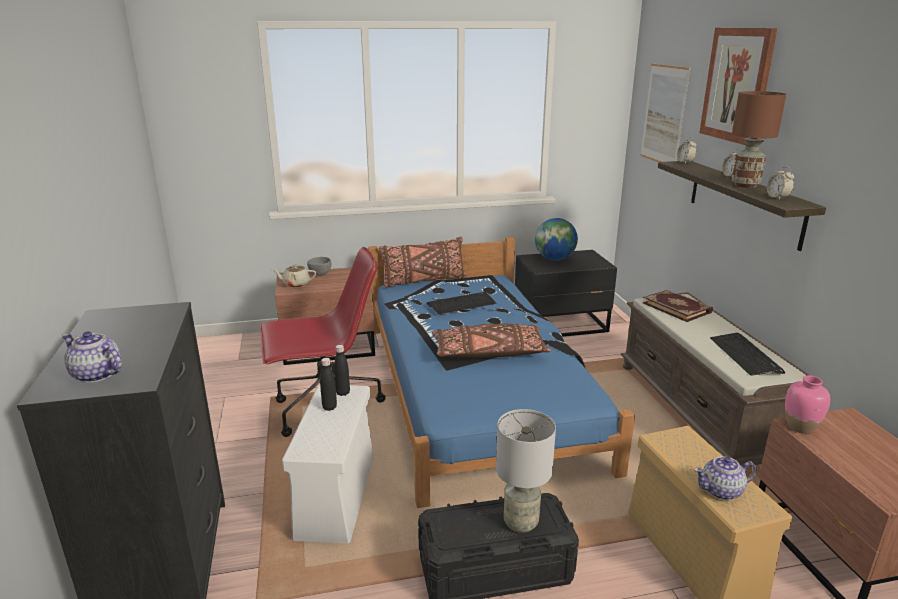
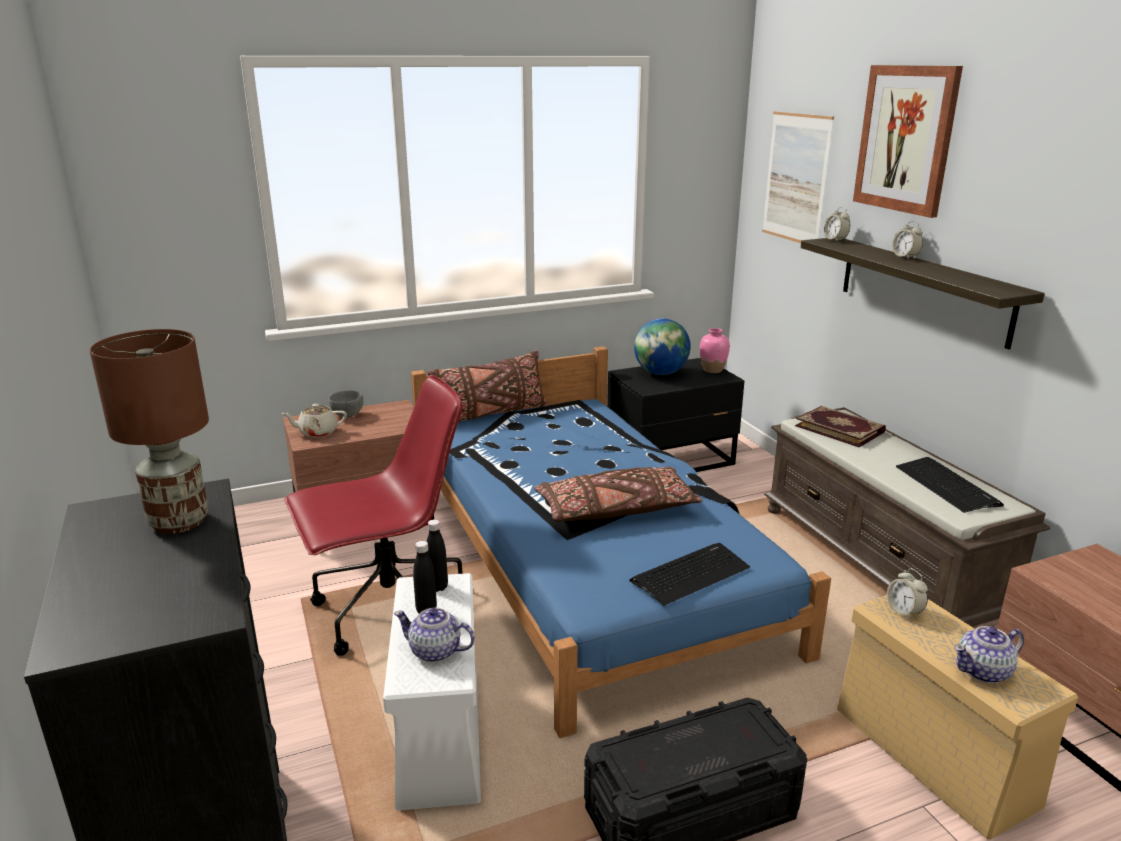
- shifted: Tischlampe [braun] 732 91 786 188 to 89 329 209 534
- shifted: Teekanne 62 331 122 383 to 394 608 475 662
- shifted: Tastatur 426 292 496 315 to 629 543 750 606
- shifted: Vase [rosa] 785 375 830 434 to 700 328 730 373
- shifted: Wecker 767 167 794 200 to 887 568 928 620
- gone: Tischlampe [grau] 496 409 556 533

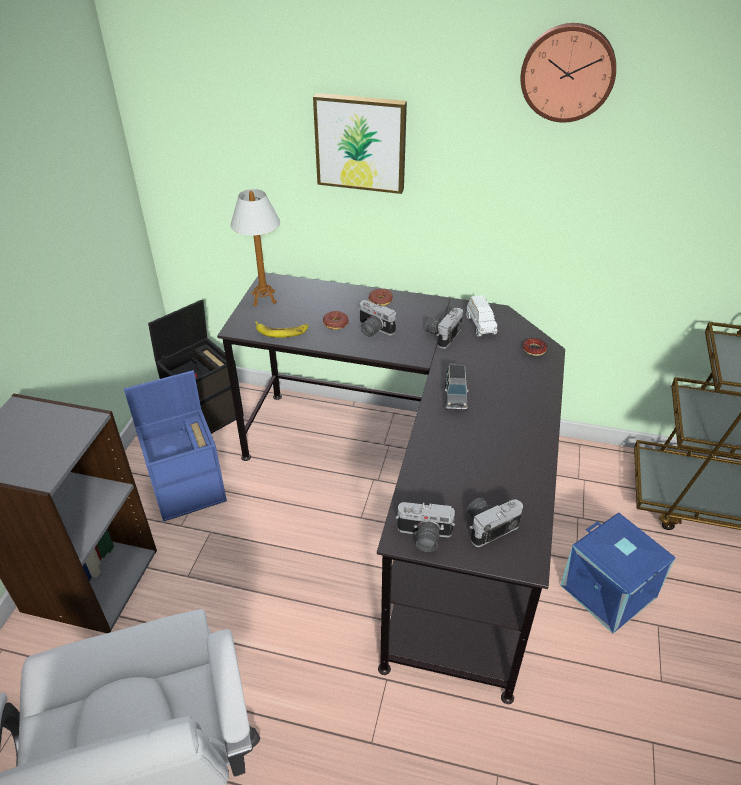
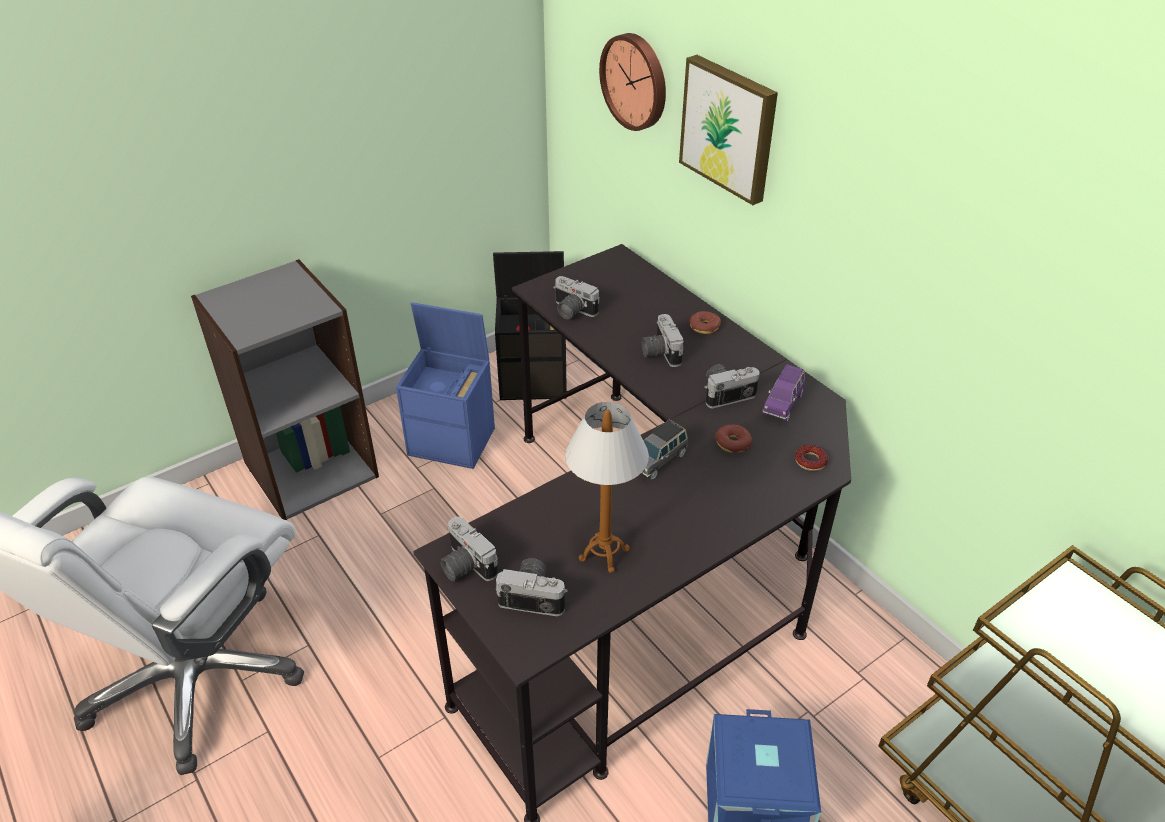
- swapped: Banane 255 321 309 338 to Kamera 553 276 600 319
- shifted: Tischlampe 231 189 280 306 to 565 402 649 573
- shifted: Wanduhr 520 23 616 122 to 599 33 666 131
- shifted: Donut 323 311 349 330 to 715 425 752 453
- repainted: Spielzeugauto [weiß] 466 295 497 336 to Spielzeugauto [lila] 762 364 805 422

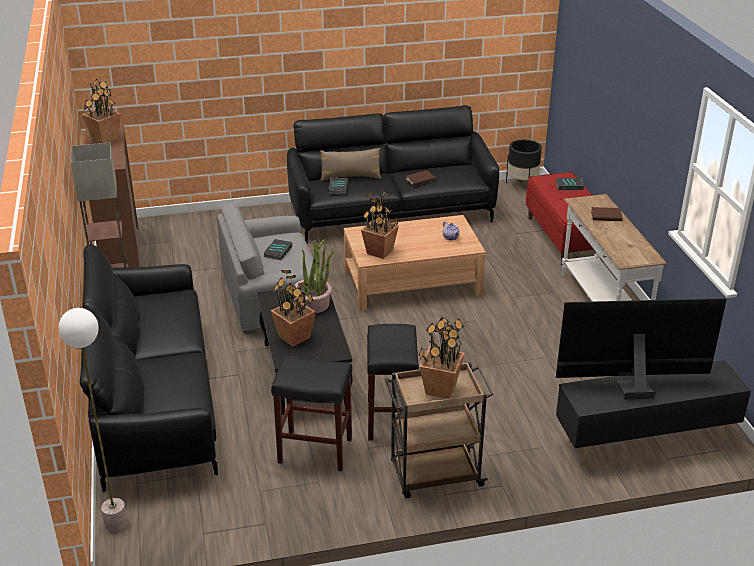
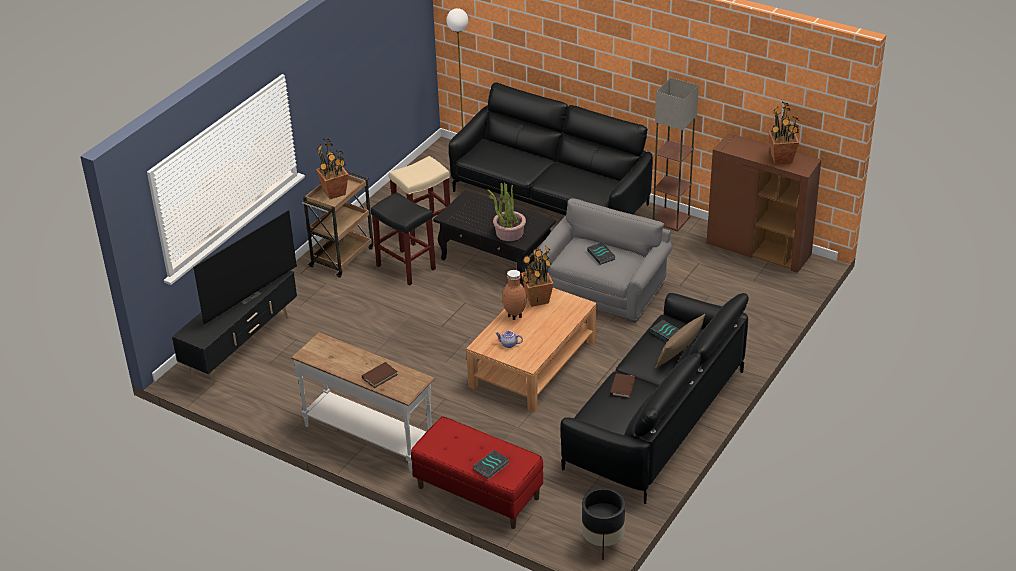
- repainted: Hocker [schwarz] 271 356 352 471 to Hocker [beige] 389 156 450 246
- new: Vase [braun] 502 270 527 320
- gone: Topfpflanze 271 270 316 347

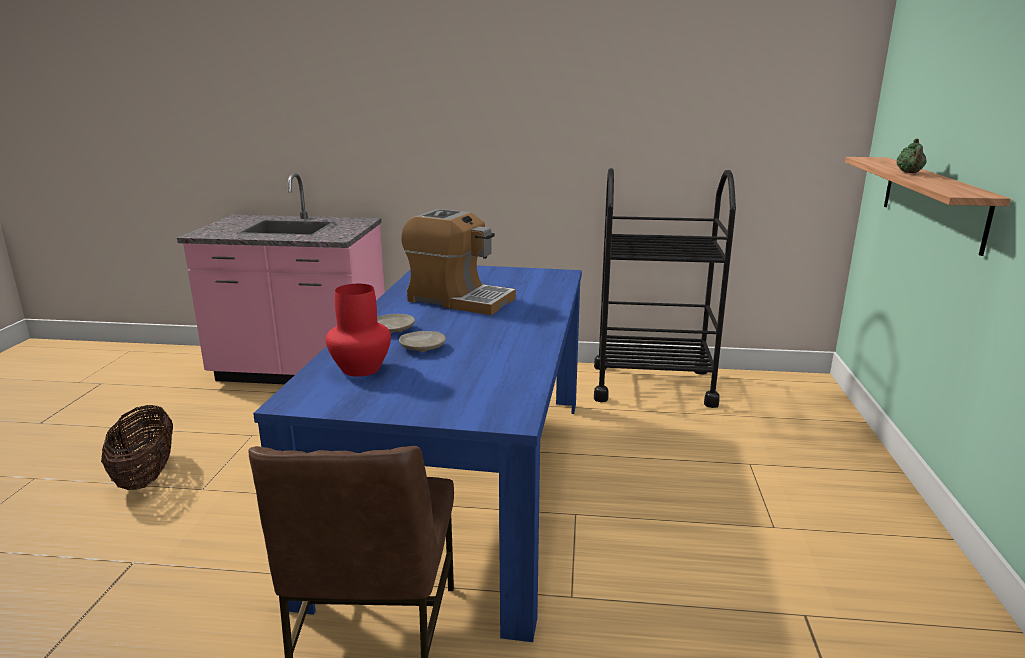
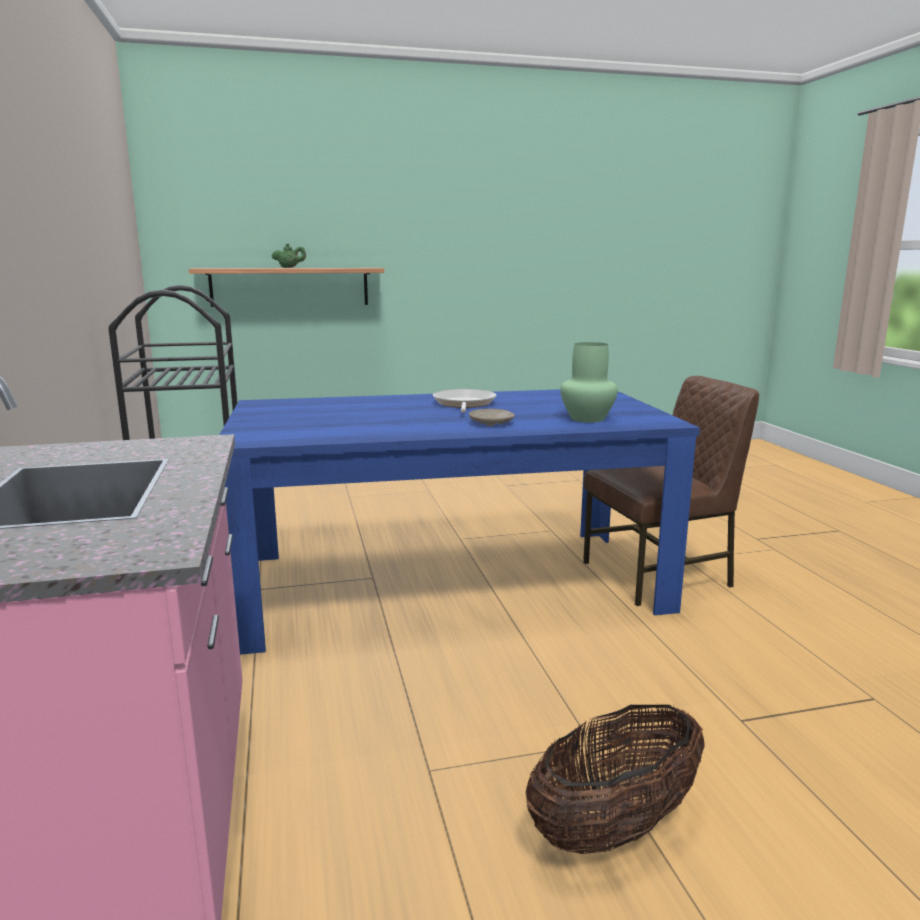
- new: Pfanne 433 389 496 412
- repainted: Vase [rot] 326 284 391 377 to Vase [grün] 560 342 618 423
- gone: Teller [beige] 399 331 446 352
- gone: Kaffeemaschine 401 209 516 315

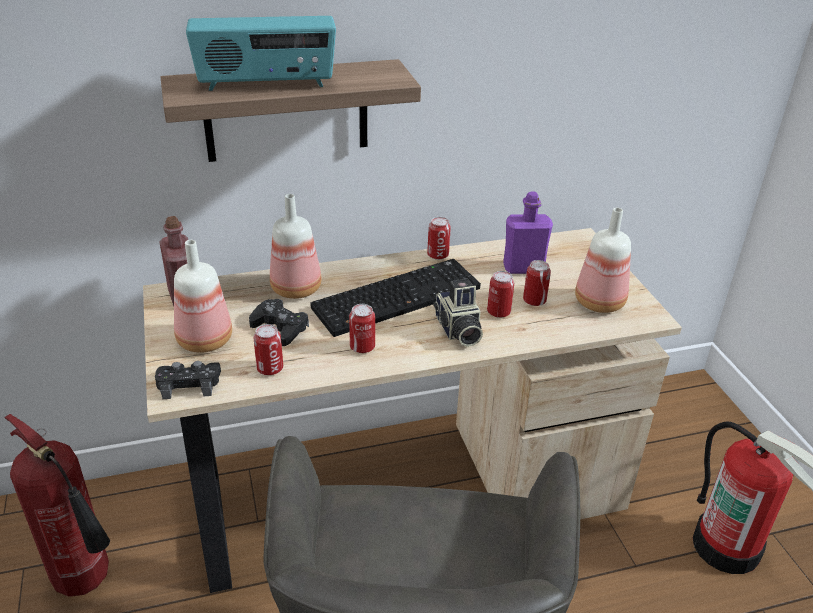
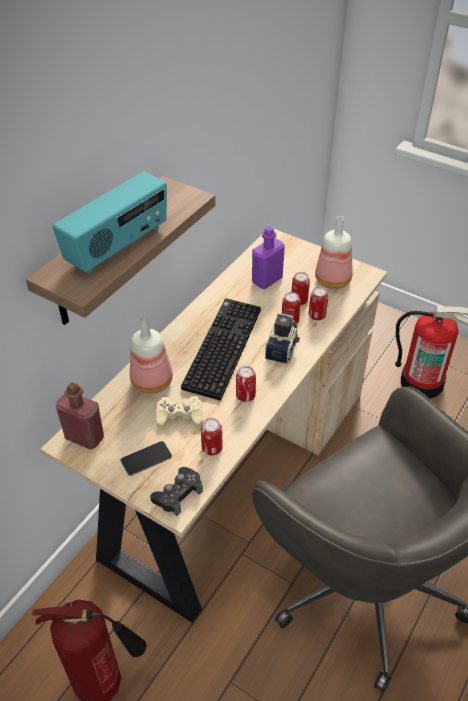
- swapped: Flasche 174 240 232 353 to Handy 121 441 172 476
- repainted: Gamepad [schwarz] 249 299 309 346 to Gamepad [beige] 156 396 203 429
- rotated: Kamera 433 279 483 347 = 265 313 300 364 105 degrees counterclockwise
- shifted: Dose 427 217 451 260 to 309 287 328 320

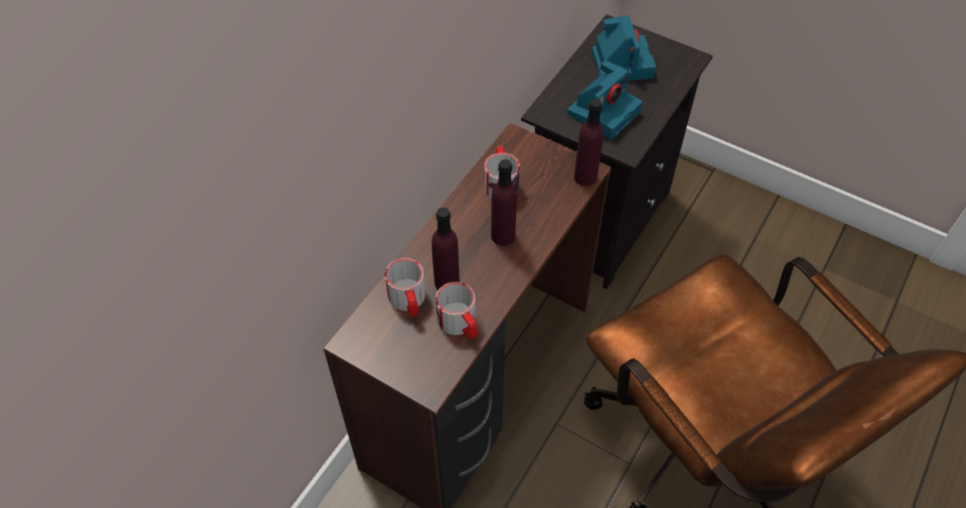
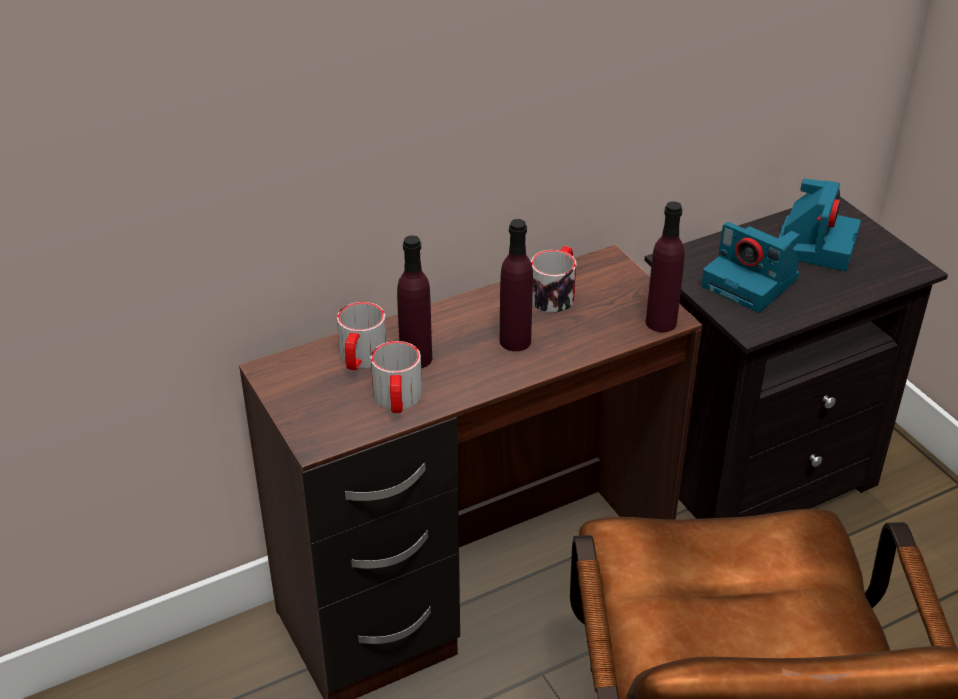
- rotated: Kamera 567 60 642 140 = 701 222 800 313 60 degrees clockwise

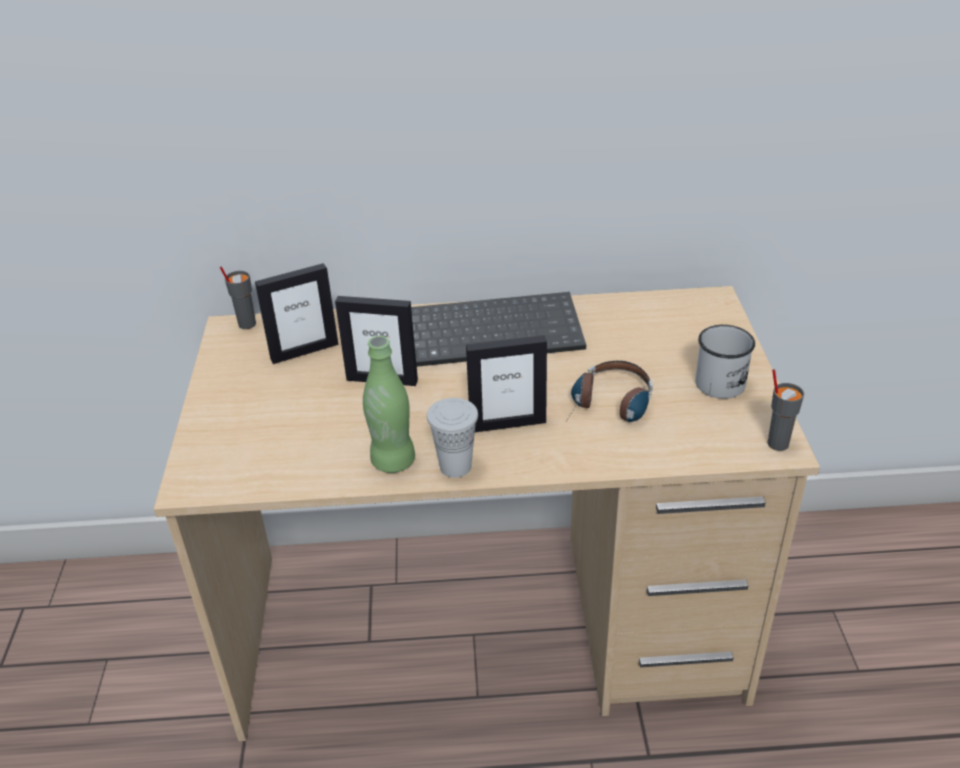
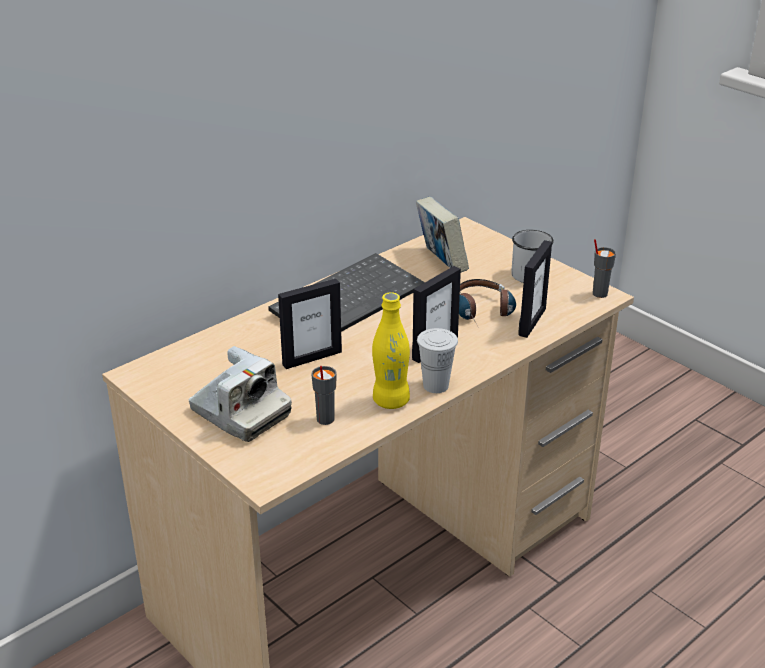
- new: Kamera 188 346 292 442
- shifted: Tasse [grau] 220 267 256 329 to 311 366 337 425
- repainted: Flasche [grün] 363 336 415 473 to Flasche [gelb] 372 292 410 409
- new: Buch 416 197 469 272
- shifted: Bilderrahmen 255 263 338 364 to 518 240 552 338

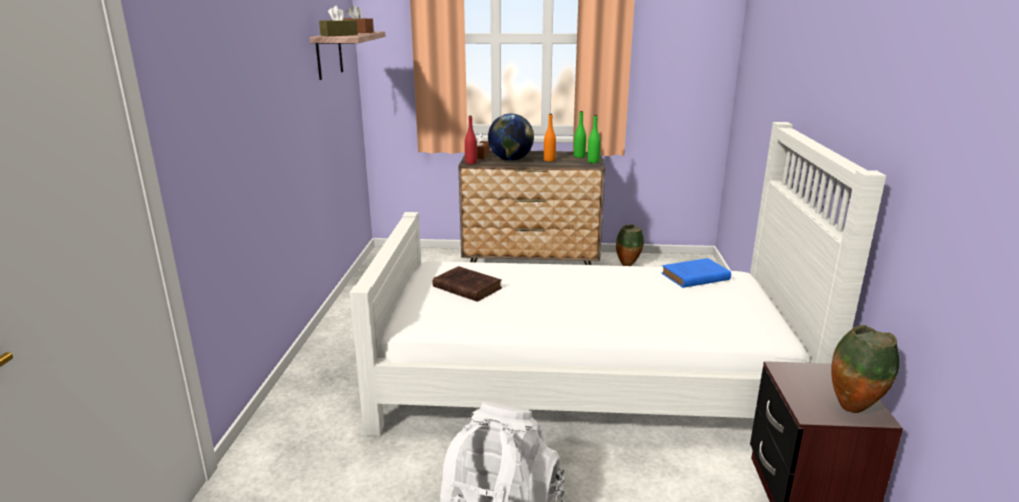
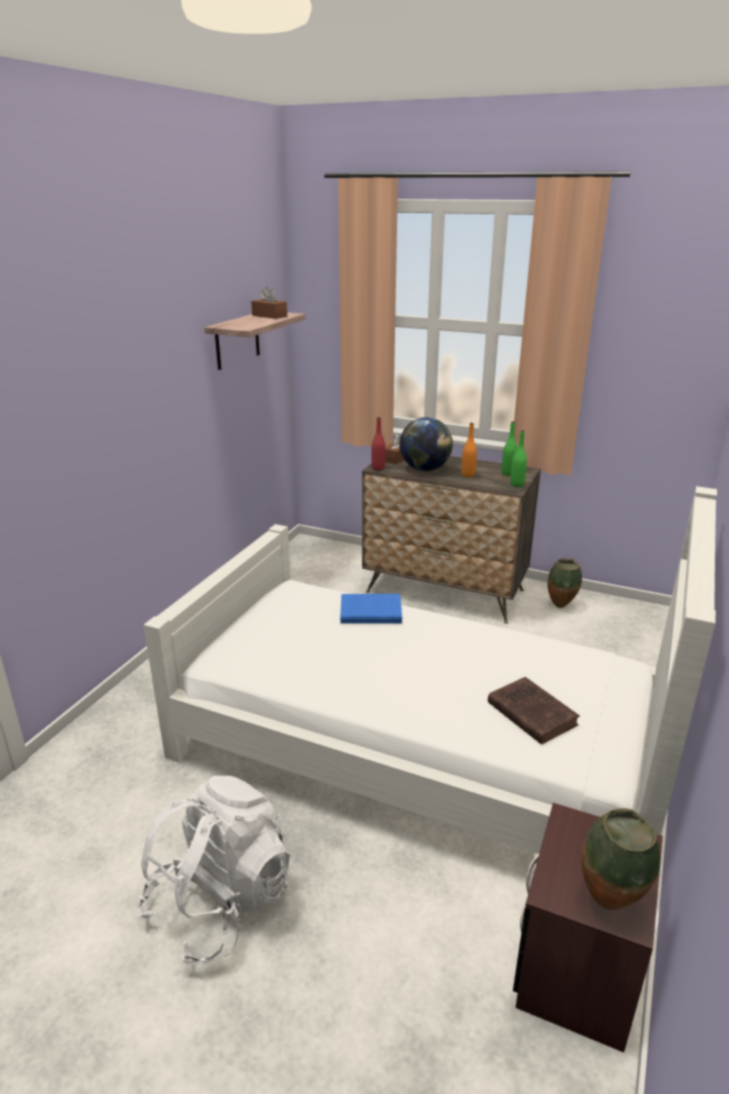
- shifted: Buch [blau] 661 258 731 288 to 340 594 402 624
- shifted: Buch [braun] 433 266 502 302 to 488 677 580 745
- gone: Taschentuchbox [braun] 319 6 358 36

